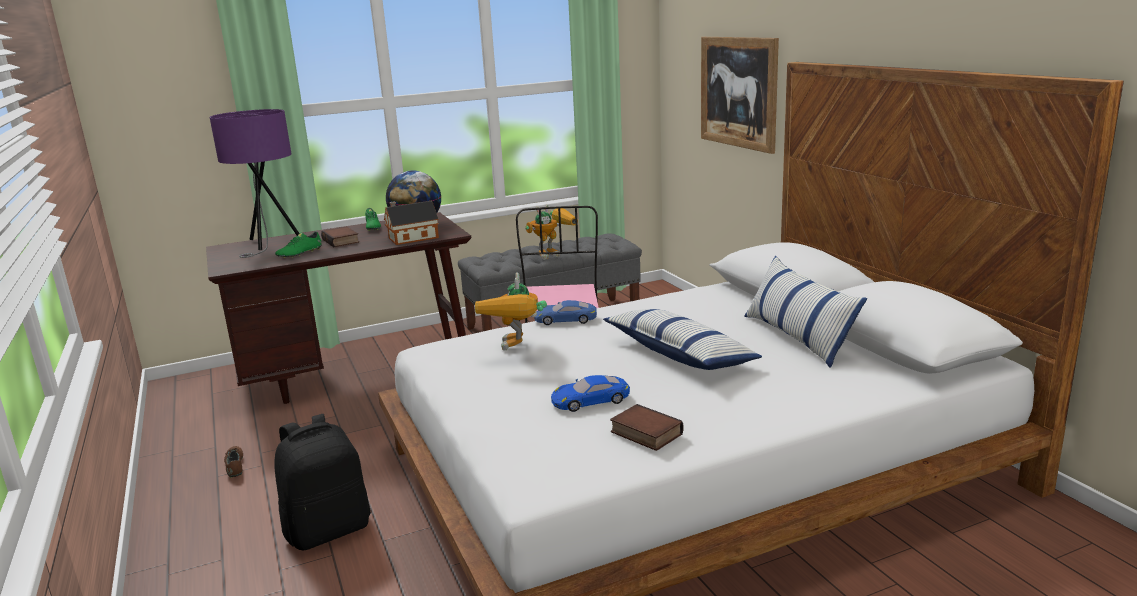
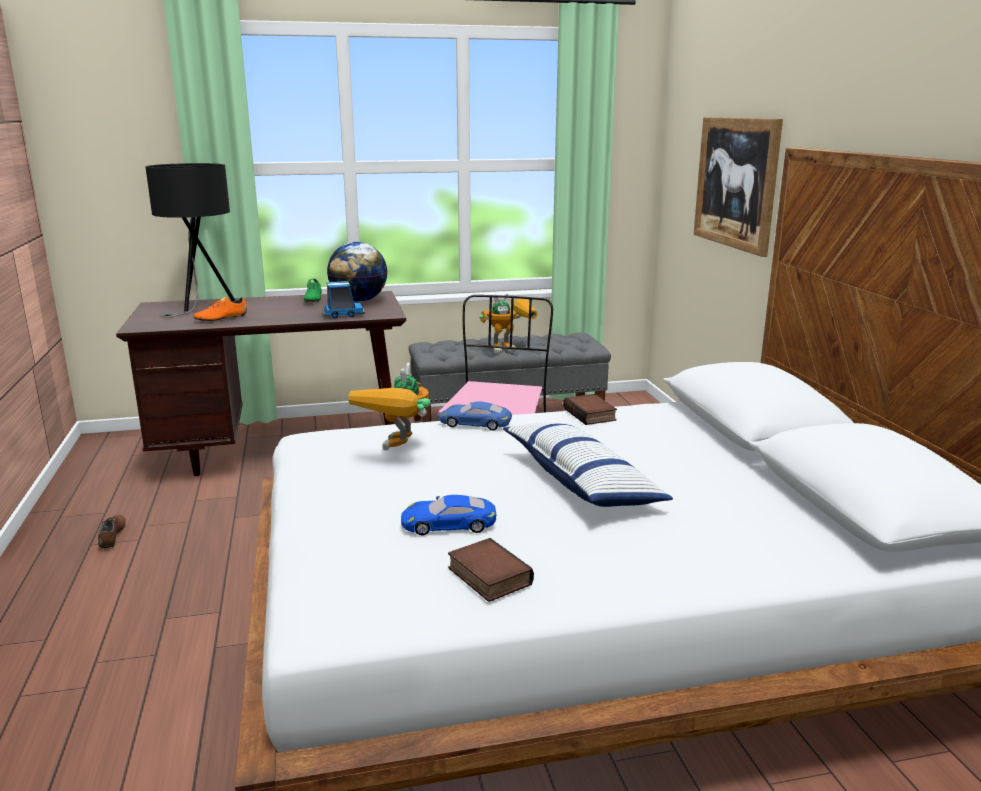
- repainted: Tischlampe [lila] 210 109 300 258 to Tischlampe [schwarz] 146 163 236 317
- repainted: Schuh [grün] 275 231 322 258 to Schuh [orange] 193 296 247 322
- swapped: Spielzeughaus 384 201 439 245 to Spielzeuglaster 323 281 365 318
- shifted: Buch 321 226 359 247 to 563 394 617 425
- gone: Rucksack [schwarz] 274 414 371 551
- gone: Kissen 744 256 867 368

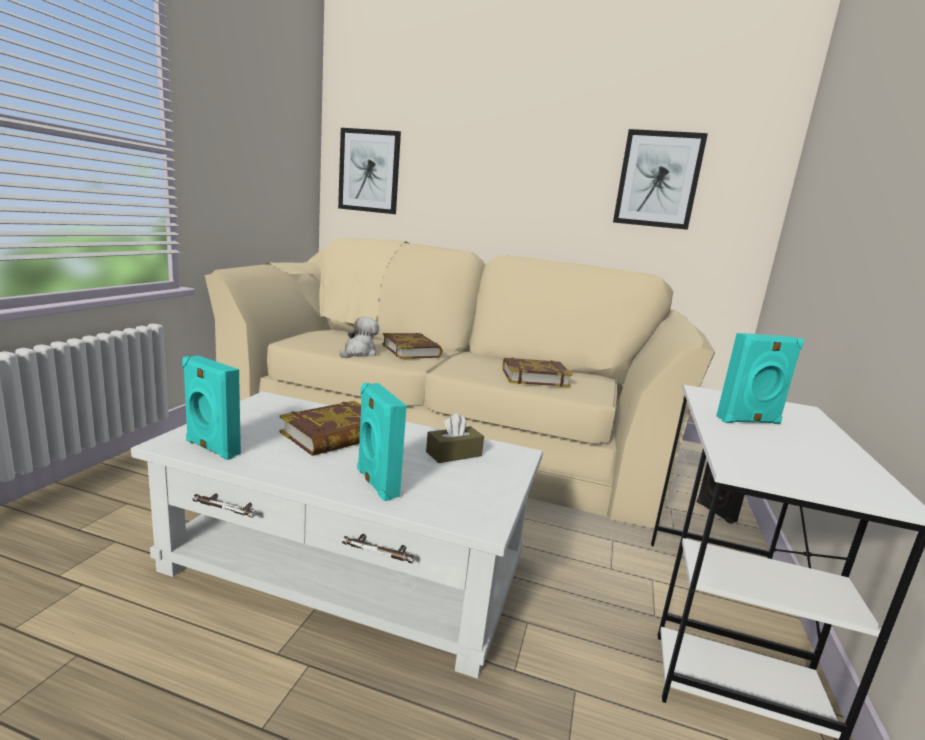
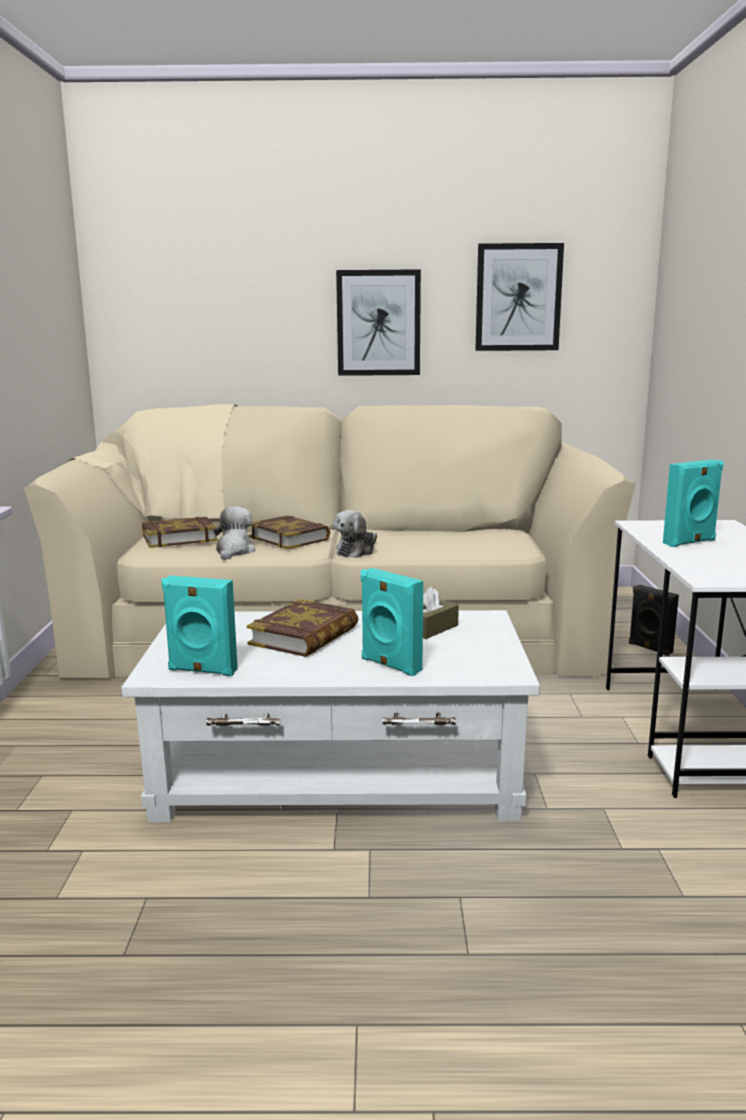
- shifted: Buch 502 357 573 387 to 142 517 218 548
- new: Plüschtier 334 510 377 558
- shifted: Bild 338 128 401 214 to 336 269 421 376

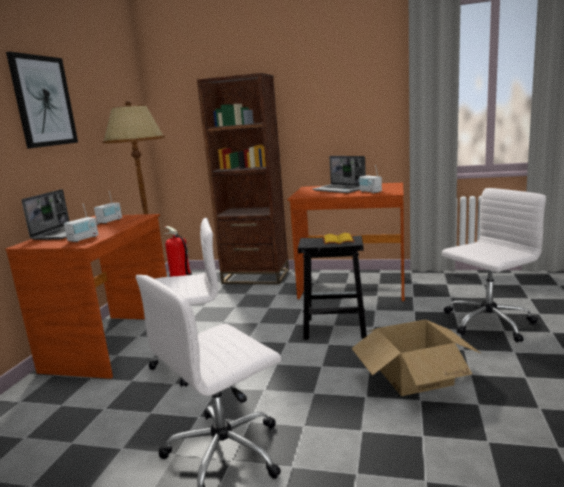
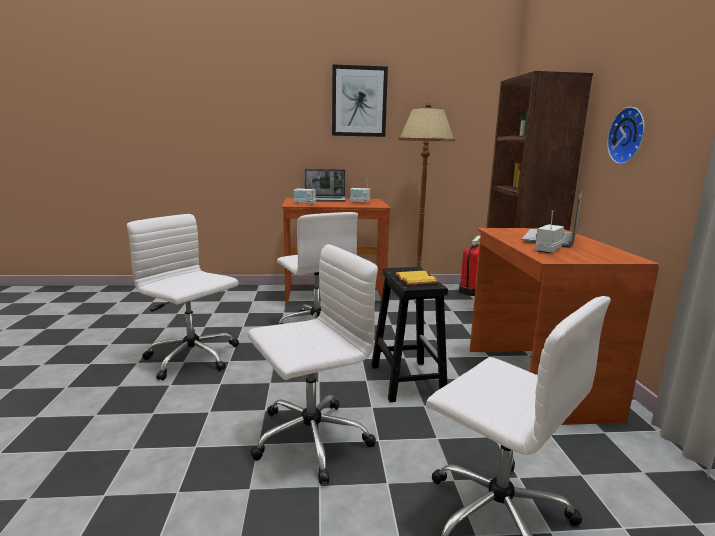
- swapped: Karton 351 320 480 396 to Bürostuhl [weiß] 248 244 378 484
- new: Wanduhr 607 107 645 164

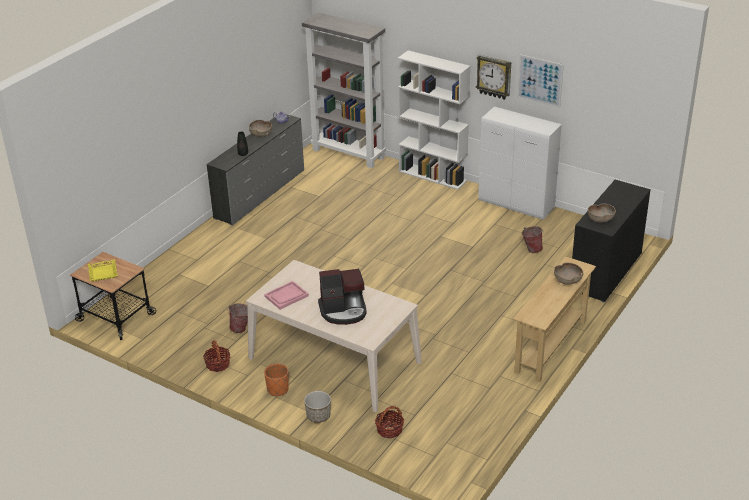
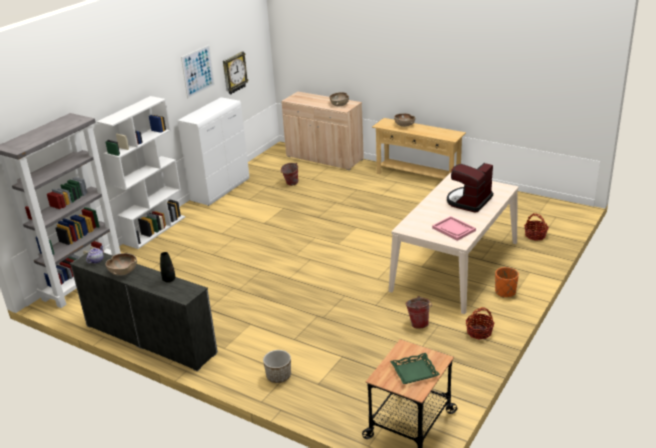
- shifted: Wanduhr 476 55 511 100 to 223 52 248 94
- shifted: Pflanzkübel 304 391 331 423 to 263 350 291 383
- repainted: Schrank [schwarz] 572 180 651 303 to Schrank [beige] 281 92 364 170
- repainted: Tablett [gelb] 88 259 118 281 to Tablett [grün] 390 353 440 384
- rotated: Kaffeemaschine 318 269 367 325 = 447 163 493 212 135 degrees counterclockwise

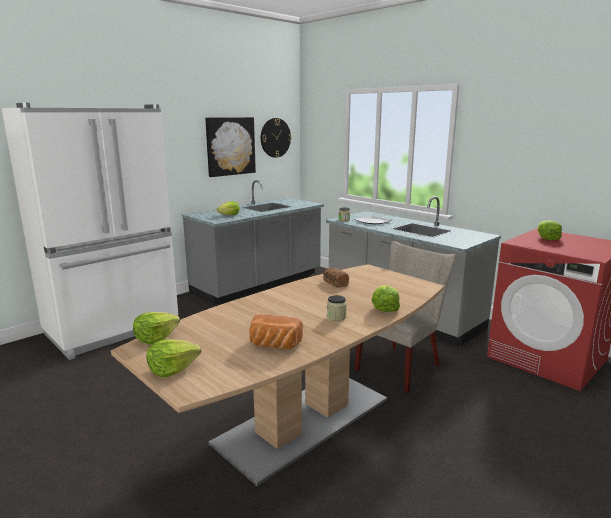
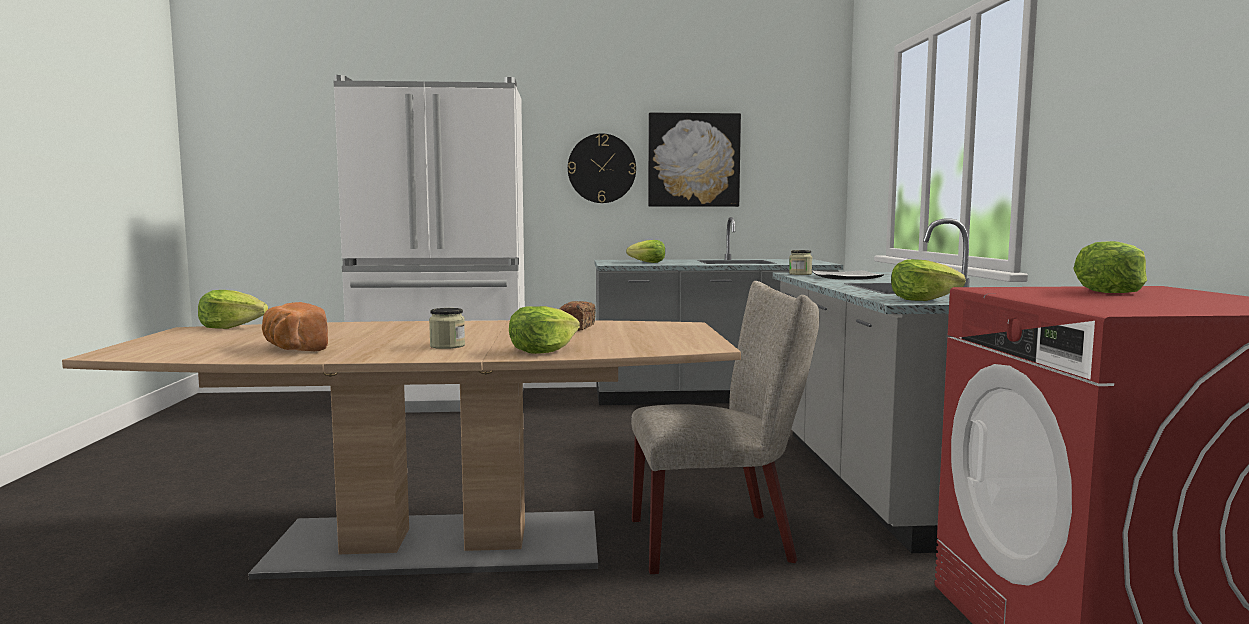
- shifted: Wanduhr 261 118 292 158 to 568 133 636 203
- shifted: Salatkopf 147 339 201 378 to 891 259 966 301

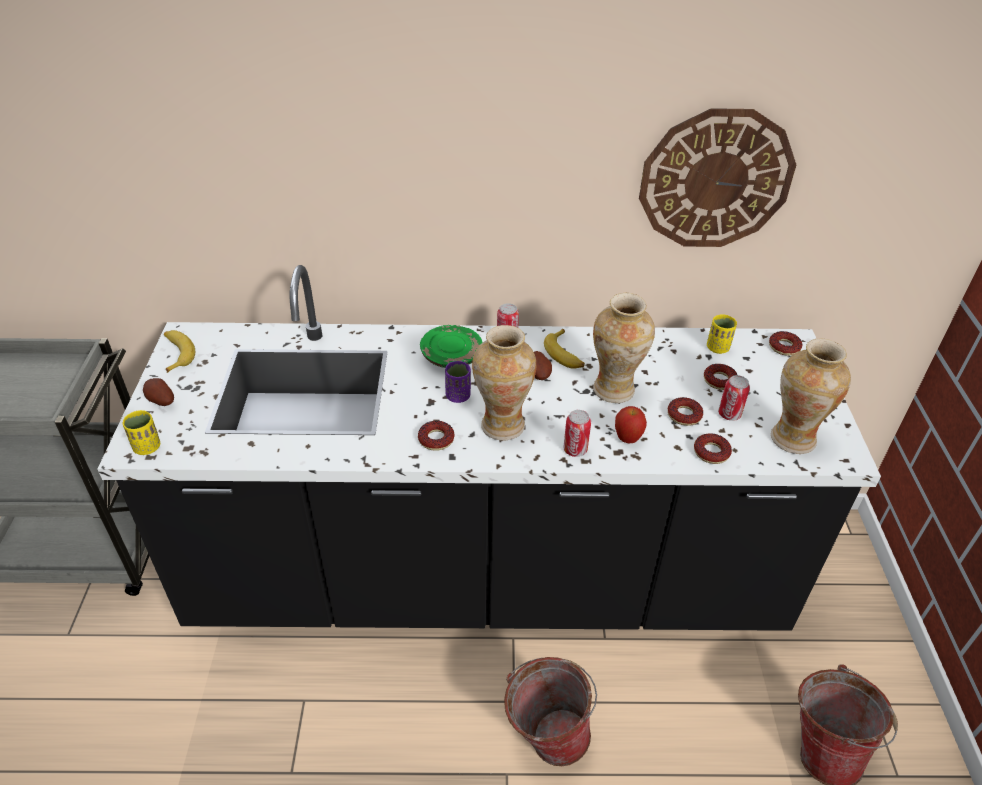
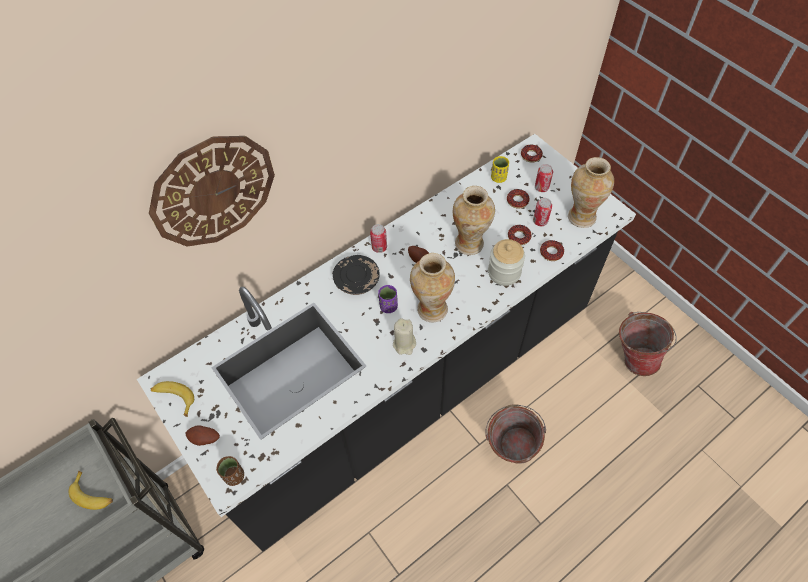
- shifted: Banane 544 329 585 369 to 69 471 113 510
- shifted: Wanduhr 639 108 796 247 to 149 136 275 246
- repainted: Tasse [gelb] 123 410 160 455 to Tasse [braun] 216 456 244 486
- repainted: Teller [grün] 420 325 483 368 to Teller [schwarz] 333 255 380 295
- swapped: Donut 418 421 455 451 to Kerze [beige] 393 318 416 355
- swapped: Apfel 615 406 647 443 to Vorratsglas 488 239 525 286
- shifted: Dose 563 410 591 457 to 535 164 553 192

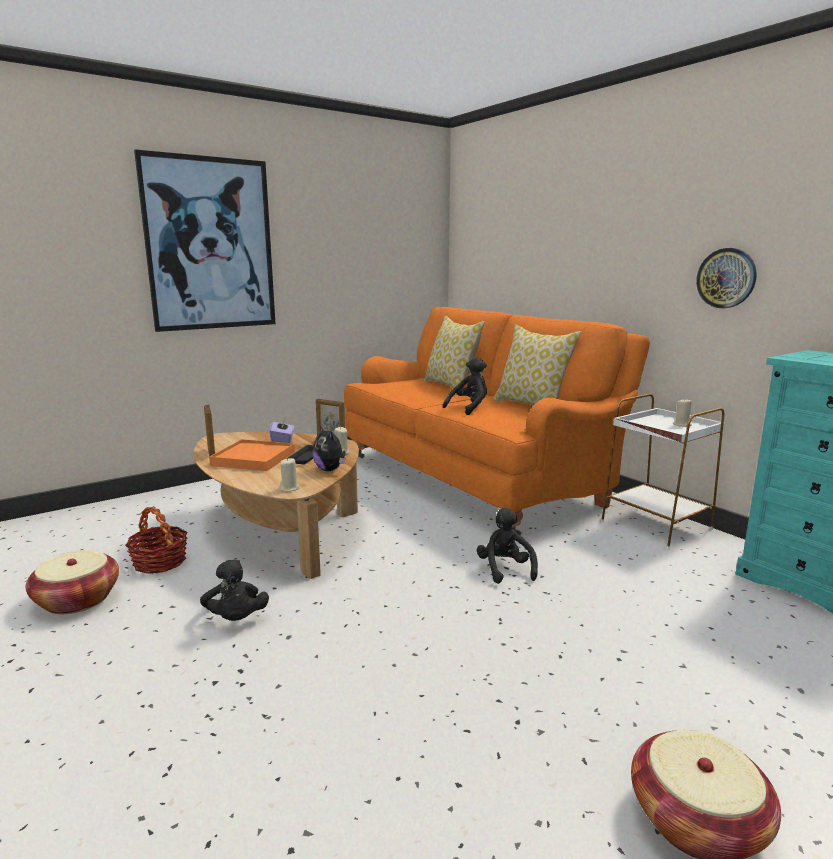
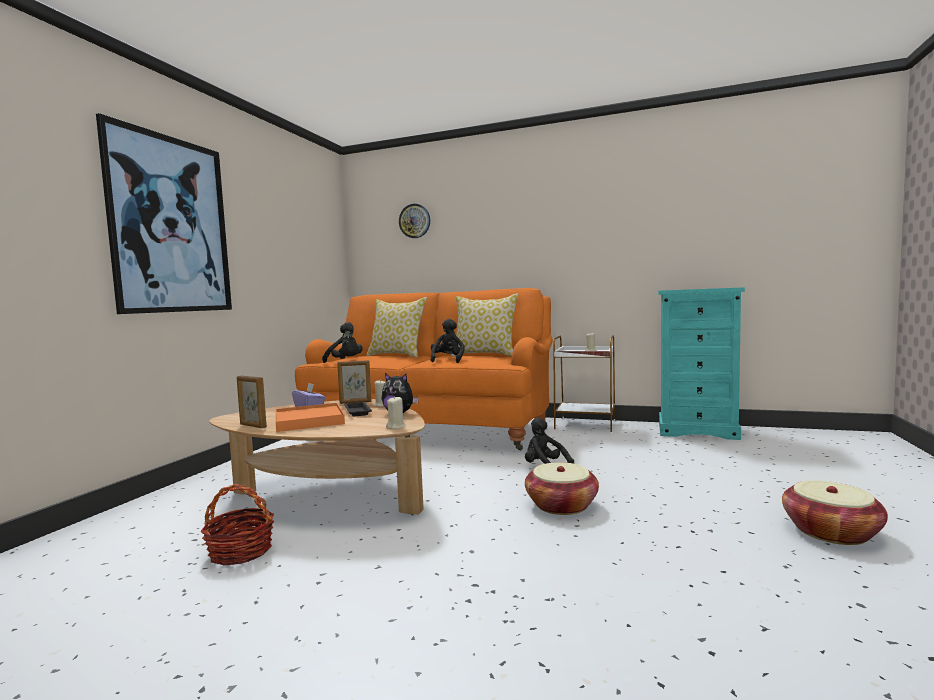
- shifted: Plüschtier [schwarz] 200 560 269 621 to 322 322 363 363
- shifted: Wanduhr 696 248 757 308 to 399 204 430 238
- shifted: Korb 26 550 119 614 to 525 462 599 515

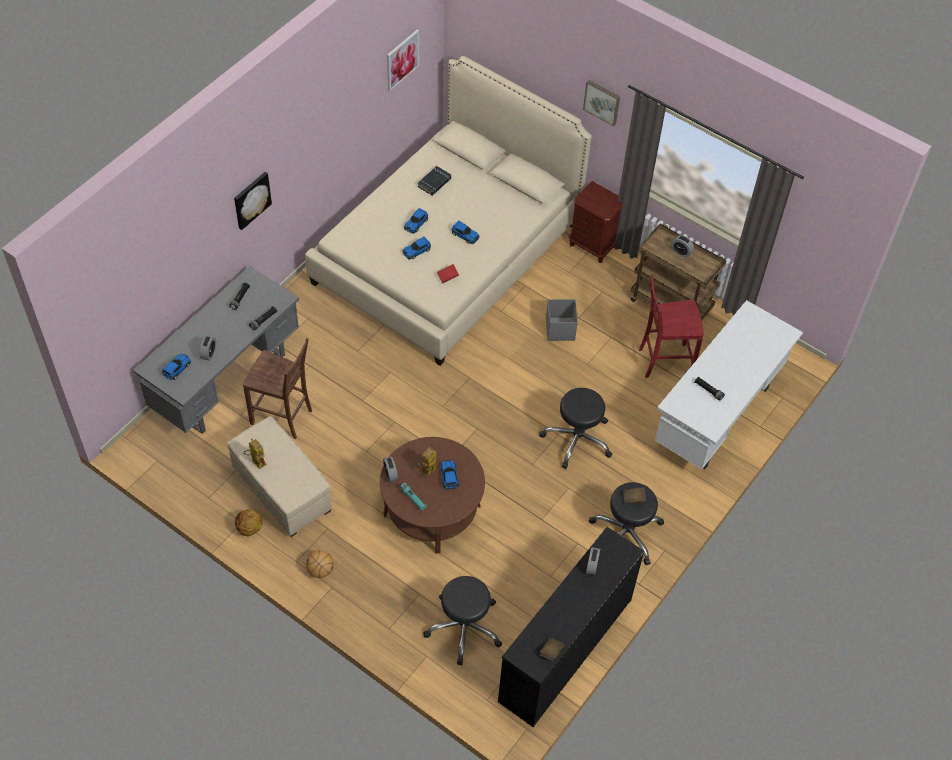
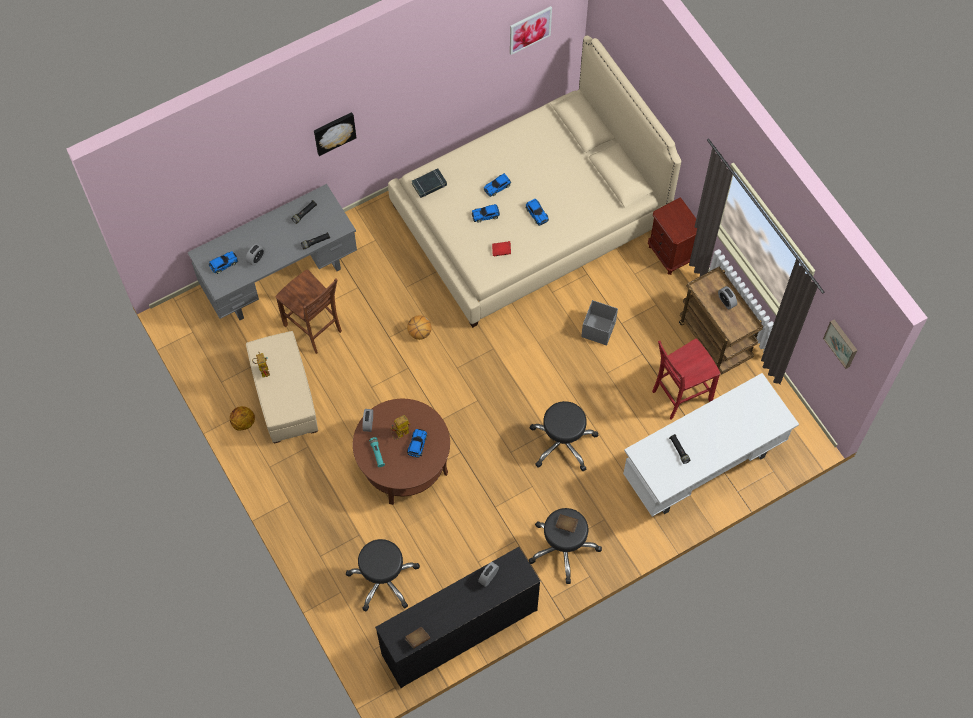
- shifted: Basketball 306 550 334 578 to 407 315 432 340
- shifted: Buch [schwarz] 418 166 451 196 to 412 168 447 198
- rotated: Stuhl [rot] 639 275 704 378 = 652 339 720 420 45 degrees counterclockwise
- shifted: Bild 583 80 620 126 to 823 320 857 369

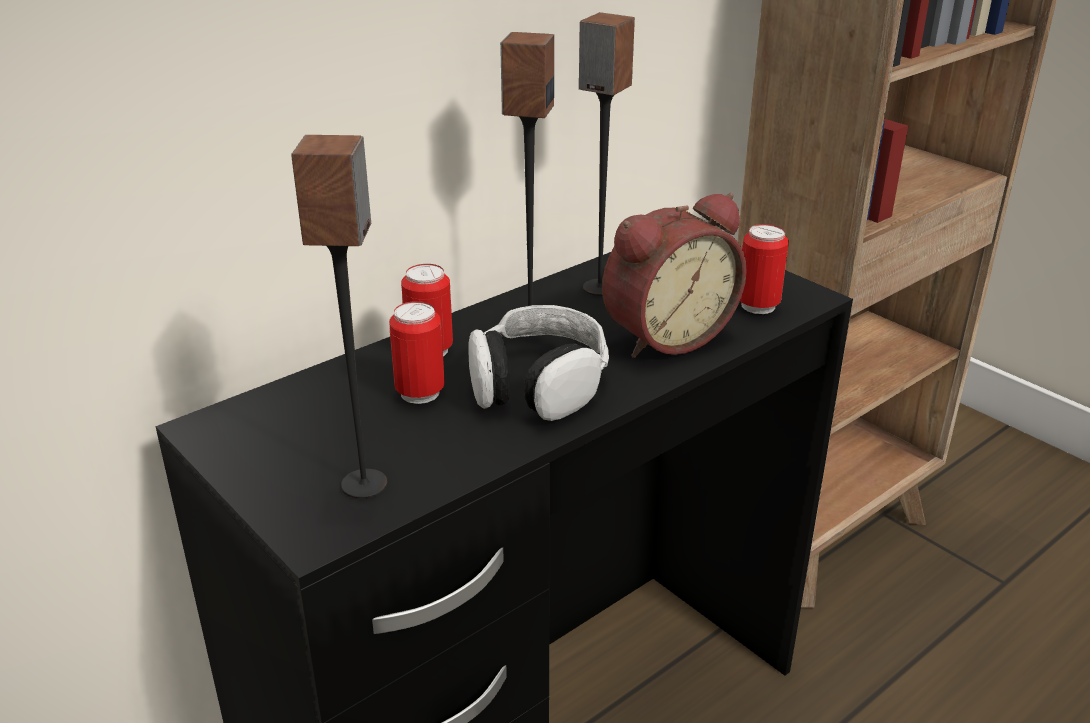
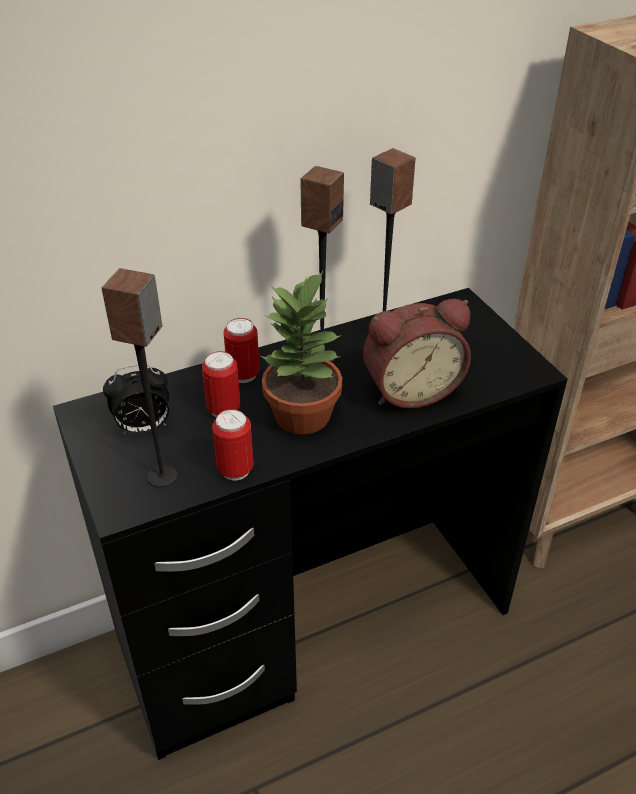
- new: Wecker 103 364 169 435
- shifted: Dose 740 224 789 314 to 212 409 253 480
- swapped: Kopfhörer 468 305 609 421 to Topfpflanze 261 271 342 434

